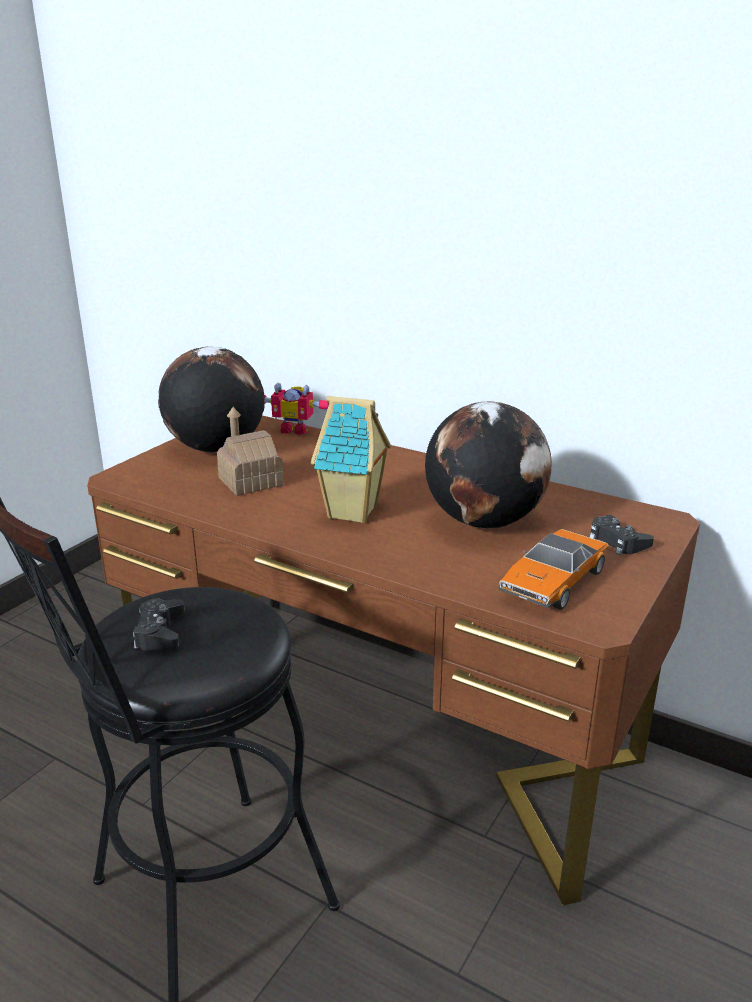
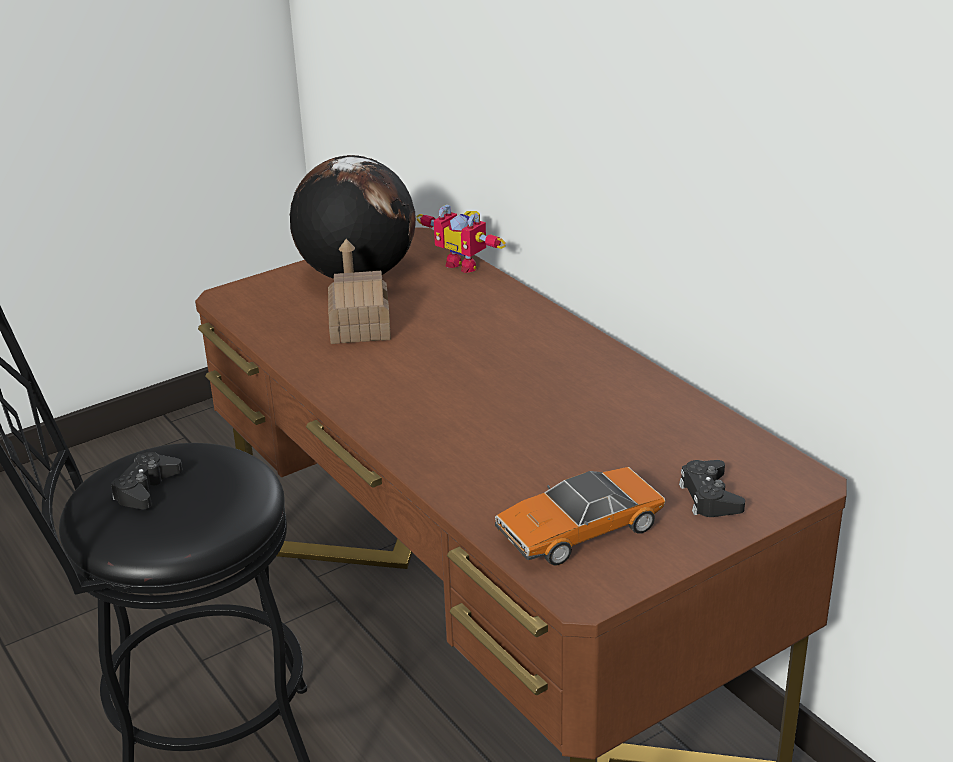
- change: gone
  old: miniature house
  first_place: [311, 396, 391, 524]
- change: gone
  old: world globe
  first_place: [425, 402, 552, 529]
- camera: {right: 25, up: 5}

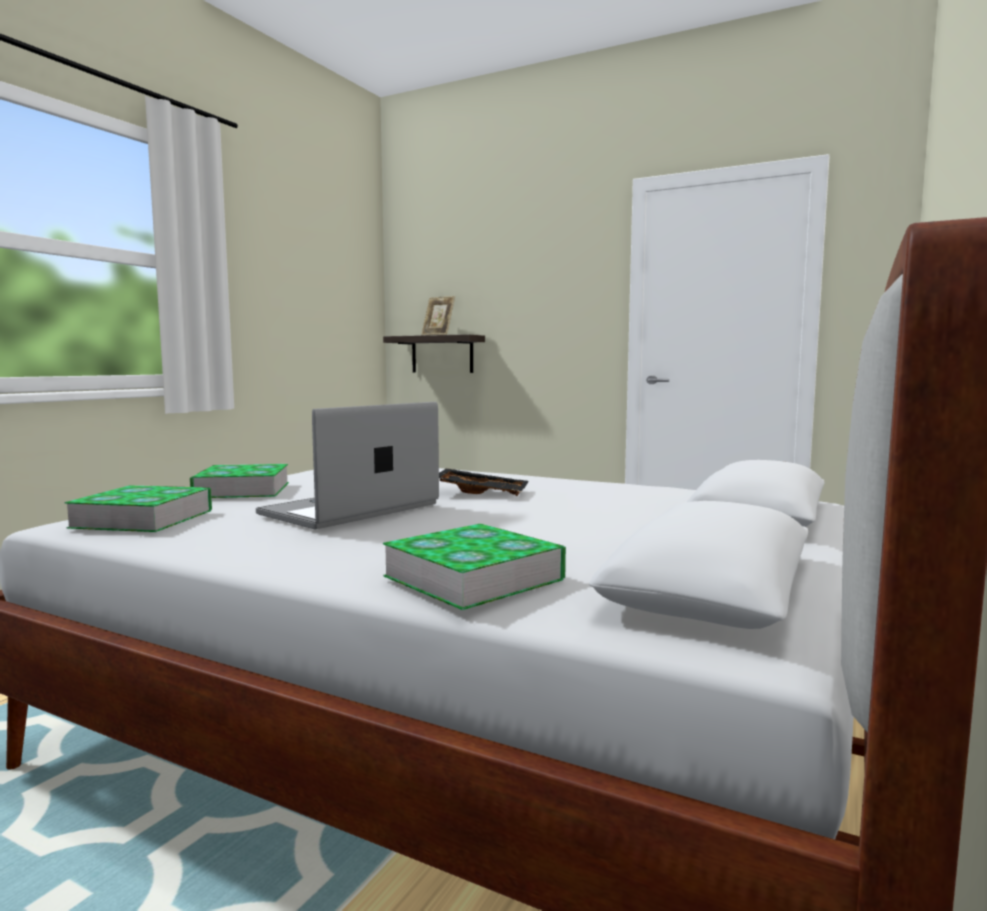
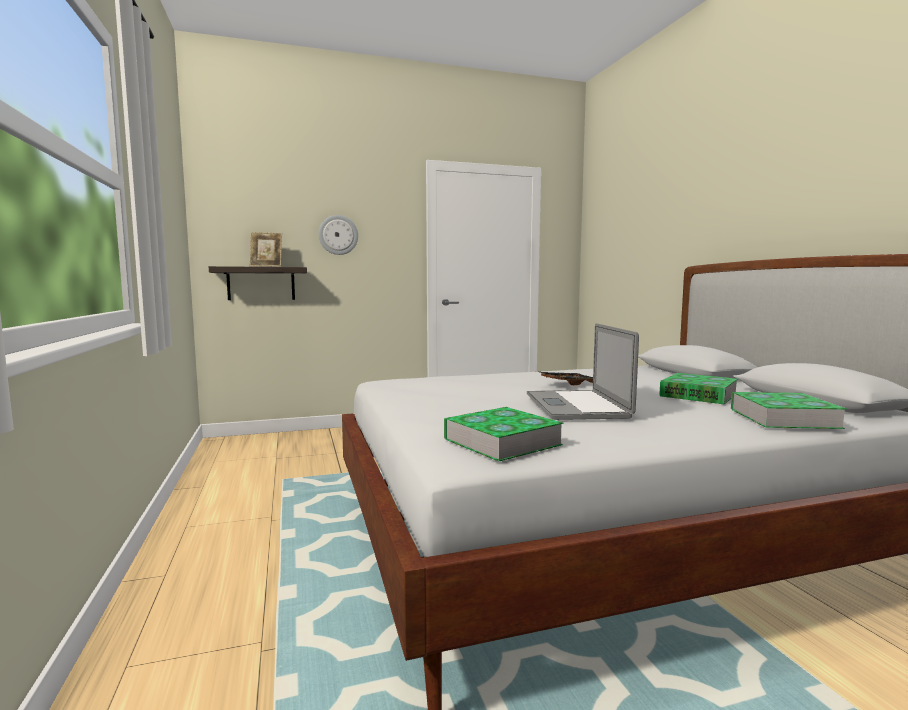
- change: new
  new: clock on the wall
  second_place: [319, 215, 358, 255]
- change: shifted
  old: book
  first_place: [190, 464, 289, 498]
  second_place: [659, 373, 738, 404]
- camera: {right: -45, up: 0}

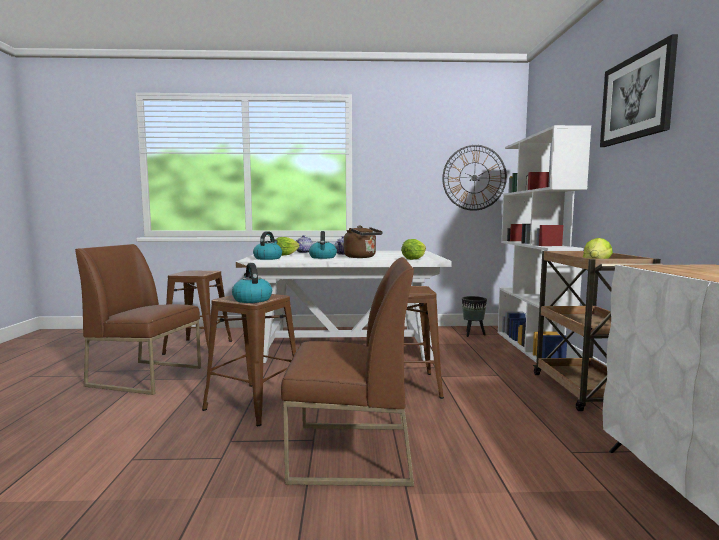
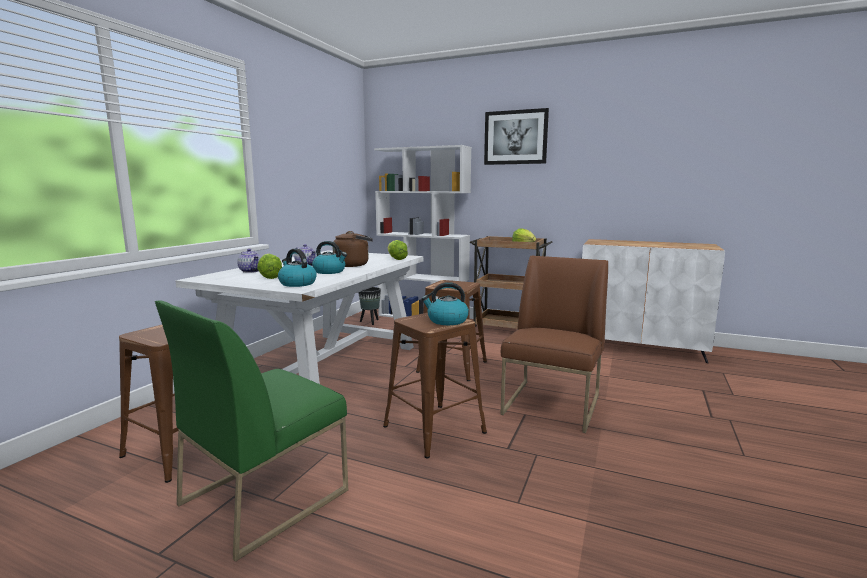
- change: gone
  old: clock on the wall
  first_place: [442, 145, 507, 211]
- change: repainted
  old: upright chair (brown-coloured)
  new: upright chair (green)
  first_place: [75, 244, 201, 395]
  second_place: [155, 300, 348, 562]
- camera: {right: -65, up: 5}

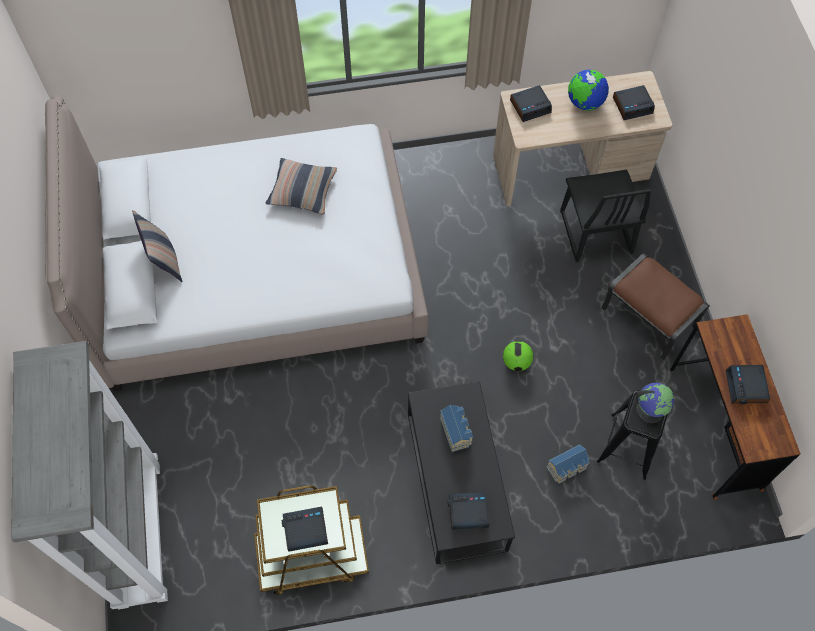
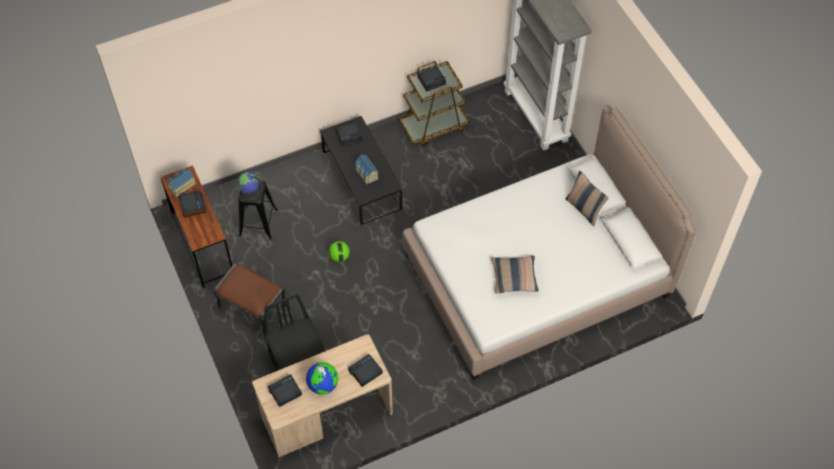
- change: shifted
  old: miniature house
  first_place: [546, 444, 589, 484]
  second_place: [167, 169, 196, 198]
- camera: {right: 165, up: -5}

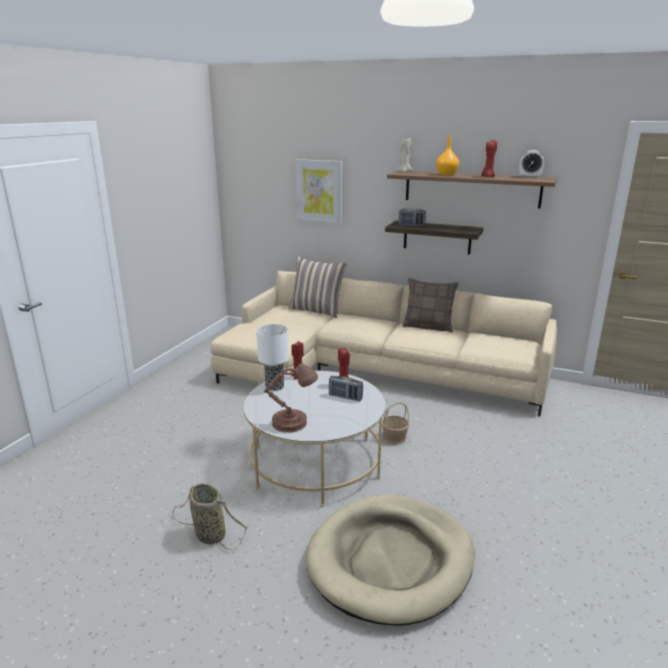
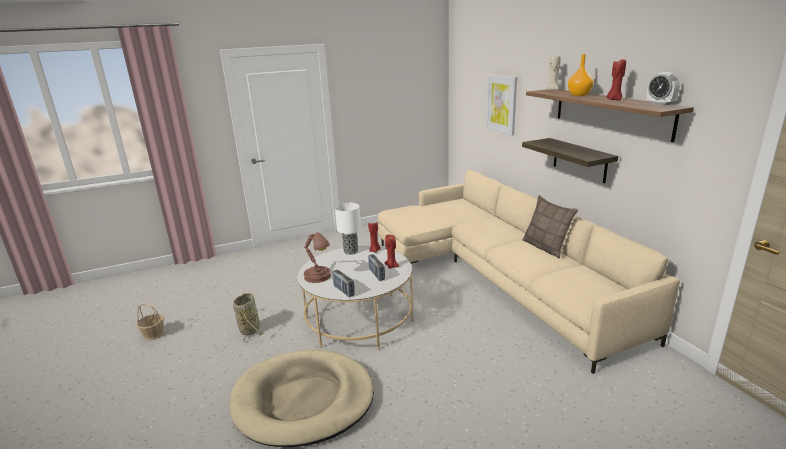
- change: gone
  old: throw pillow
  first_place: [289, 256, 347, 318]
- change: shifted
  old: basket
  first_place: [382, 402, 409, 445]
  second_place: [136, 303, 165, 340]
- change: shifted
  old: radio receiver
  first_place: [399, 208, 426, 226]
  second_place: [332, 270, 355, 297]
- camera: {right: 45, up: 0}

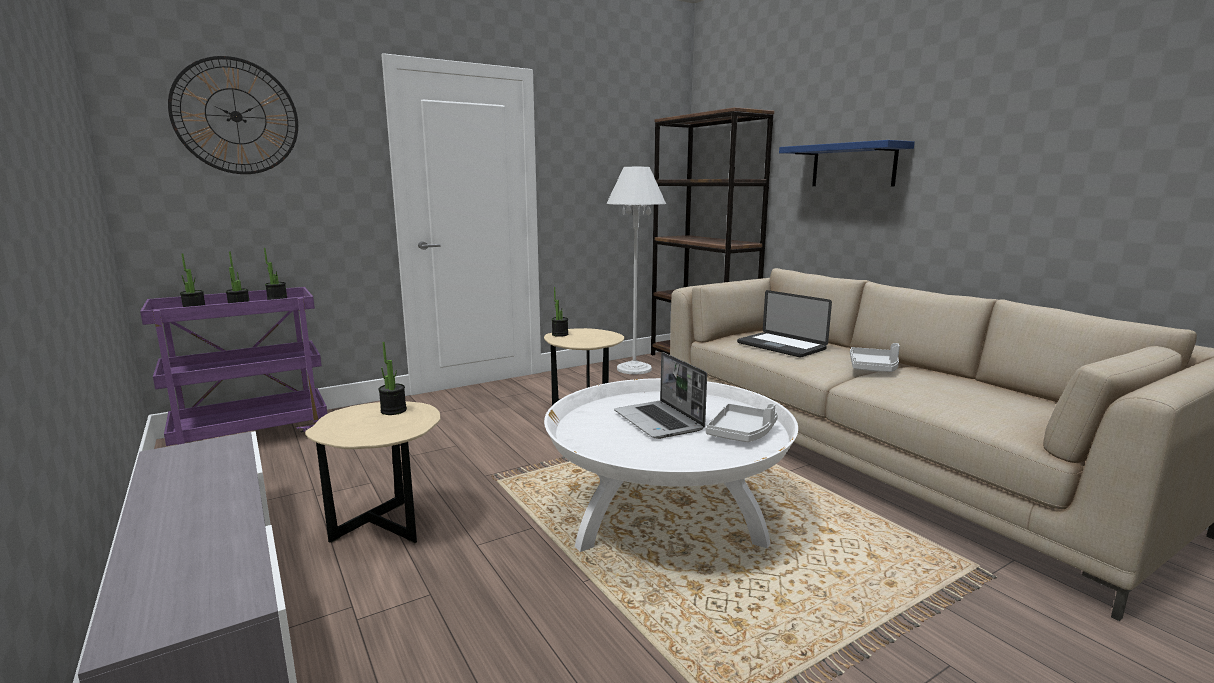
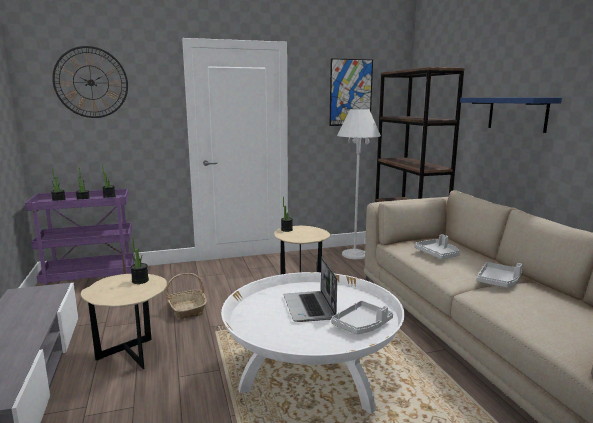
- change: new
  new: basket
  second_place: [165, 273, 207, 319]
- change: new
  new: picture
  second_place: [329, 58, 373, 126]
- change: swapped
  old: portable computer
  new: carrying tray (greyish)
  first_place: [737, 290, 832, 358]
  second_place: [414, 234, 460, 259]
- camera: {right: 15, up: 0}

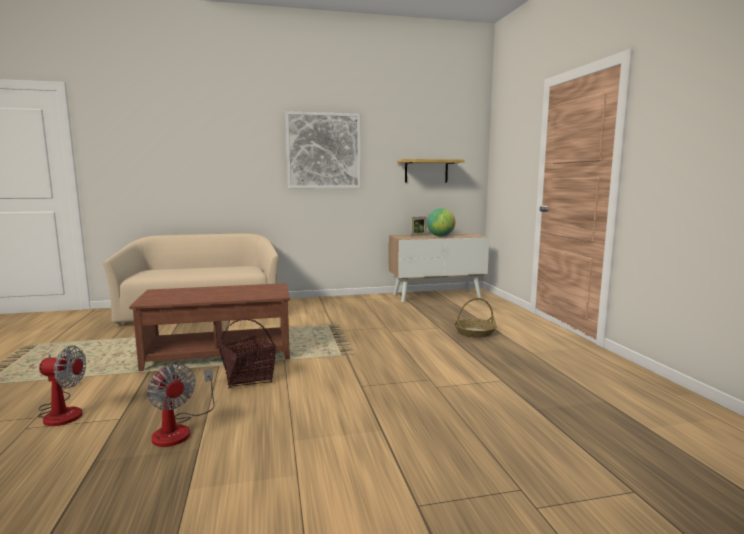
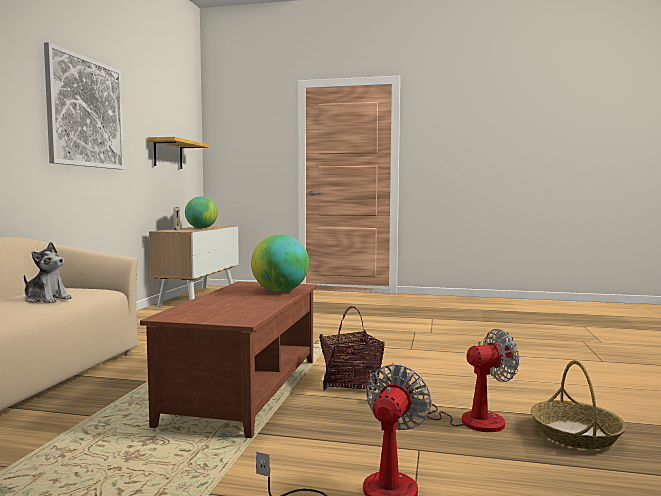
- change: new
  new: cuddly toy
  second_place: [24, 242, 72, 303]
- change: new
  new: world globe
  second_place: [251, 234, 309, 292]
- change: shifted
  old: basket
  first_place: [454, 298, 497, 338]
  second_place: [531, 360, 626, 449]
- camera: {right: -65, up: -5}

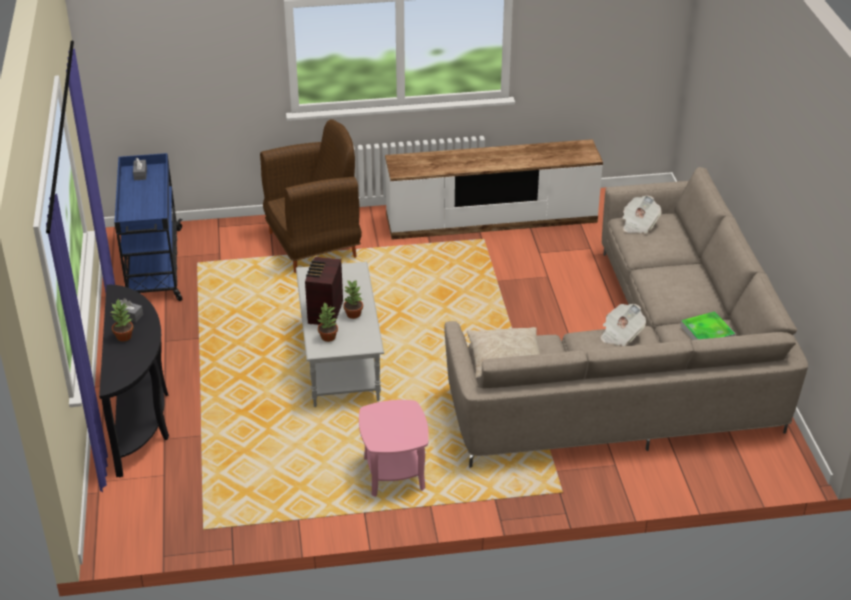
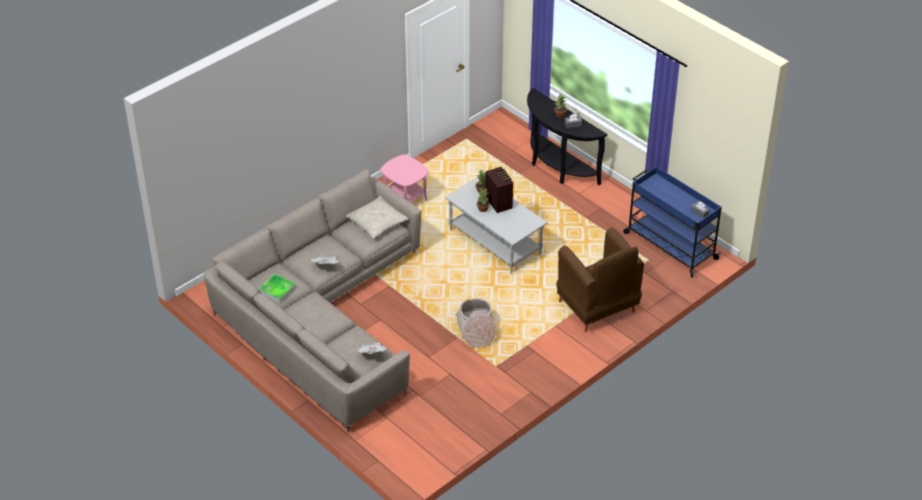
- change: gone
  old: media console
  first_place: [385, 139, 603, 240]
- change: new
  new: basket
  second_place: [455, 298, 496, 348]
- change: rotated
  old: lounge chair (brown-coloured)
  first_place: [260, 119, 362, 273]
  second_place: [556, 227, 644, 332]
  degrees: -60
- camera: {right: 145, up: 5}

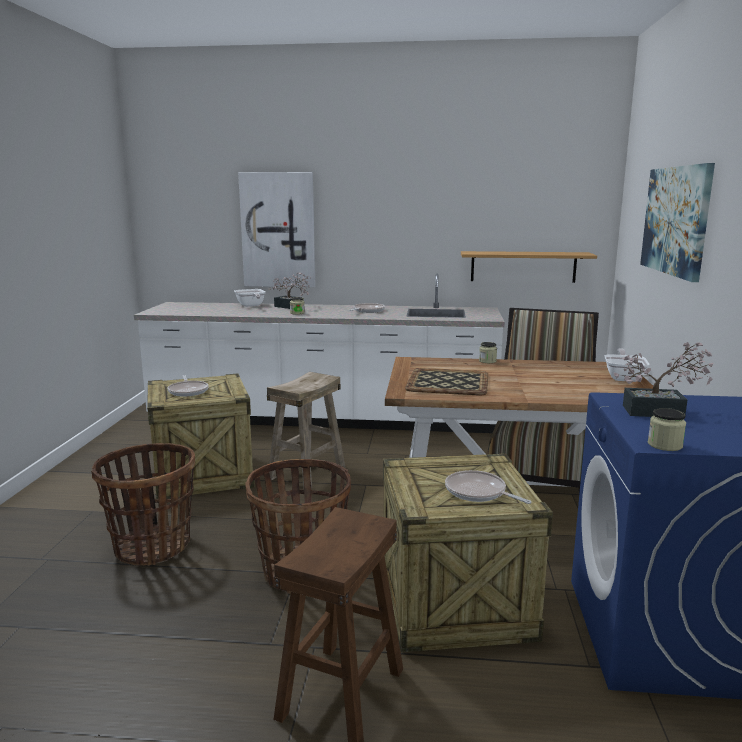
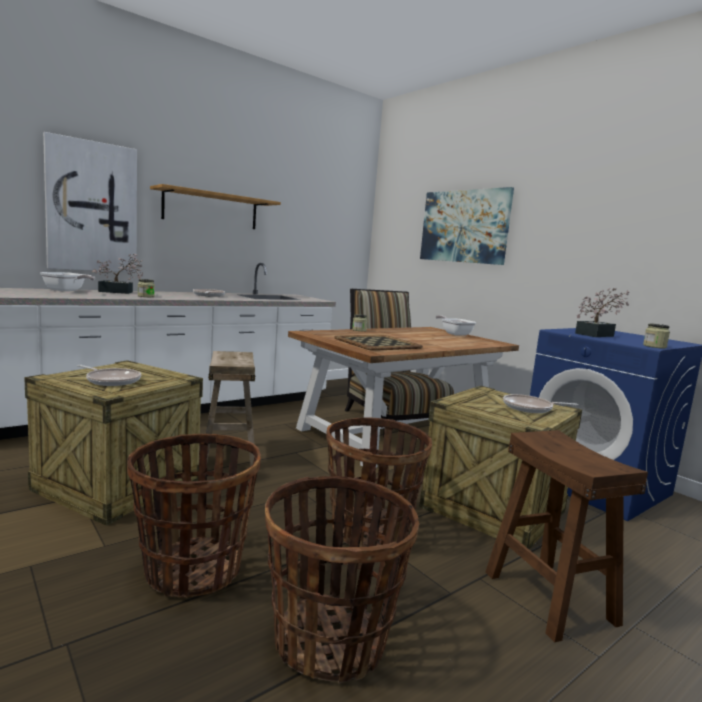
- change: new
  new: basket
  second_place: [265, 476, 419, 683]
- change: shifted
  old: shelf
  first_place: [461, 251, 597, 283]
  second_place: [150, 184, 281, 229]
- camera: {right: -45, up: -5}

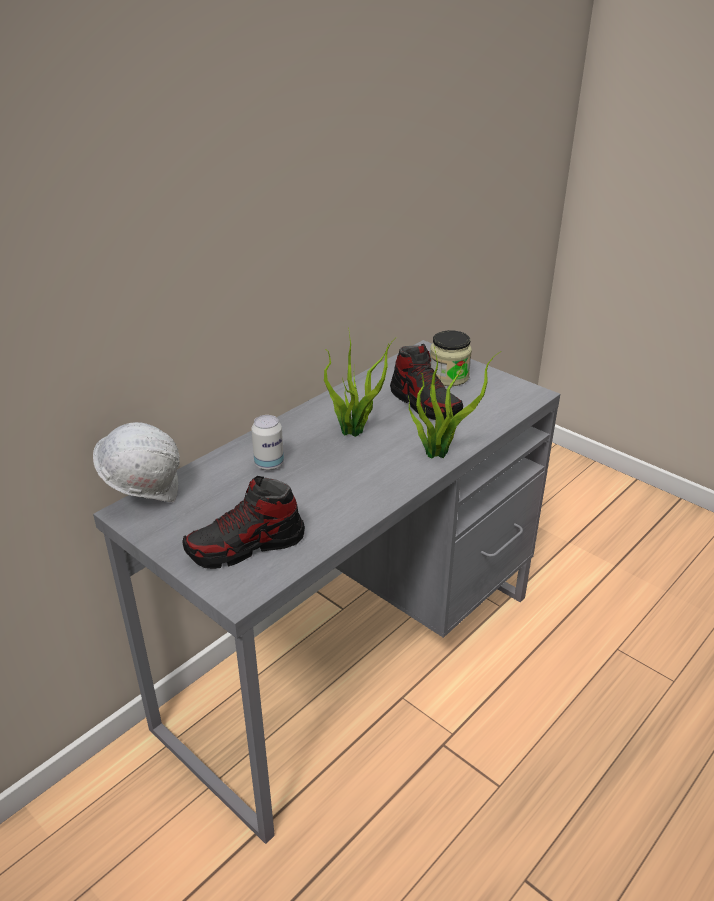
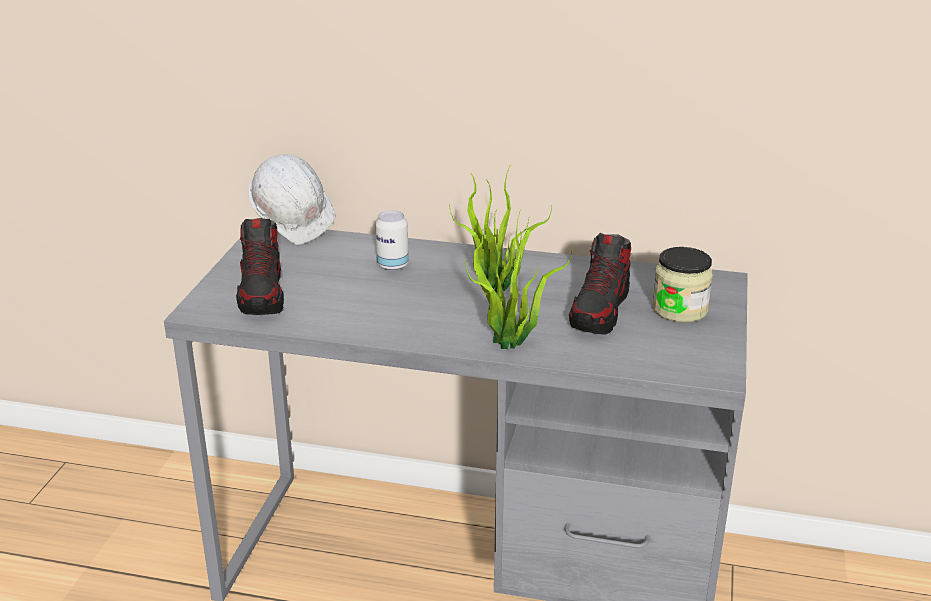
- change: rotated
  old: low shoe
  first_place: [182, 476, 305, 569]
  second_place: [236, 218, 284, 315]
  degrees: -135
- camera: {right: 60, up: -5}

